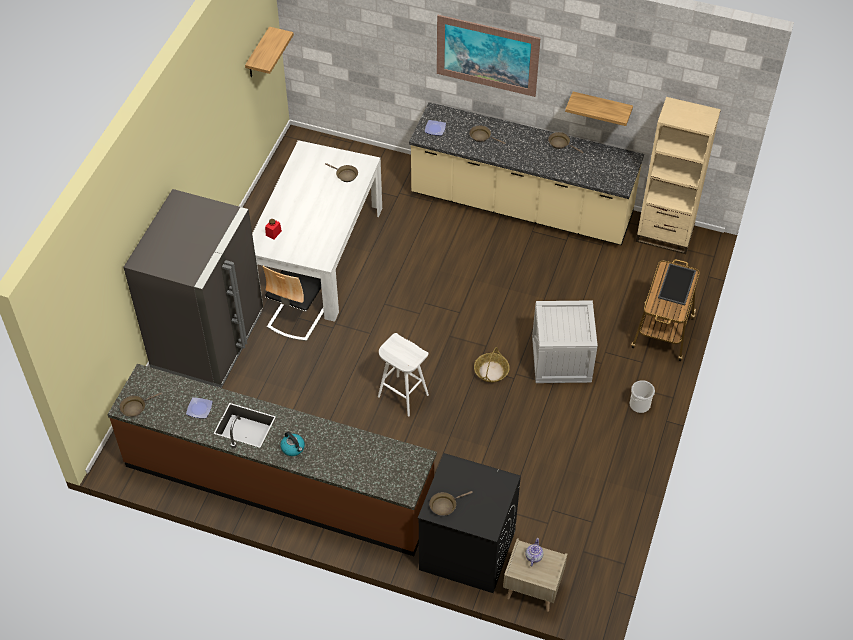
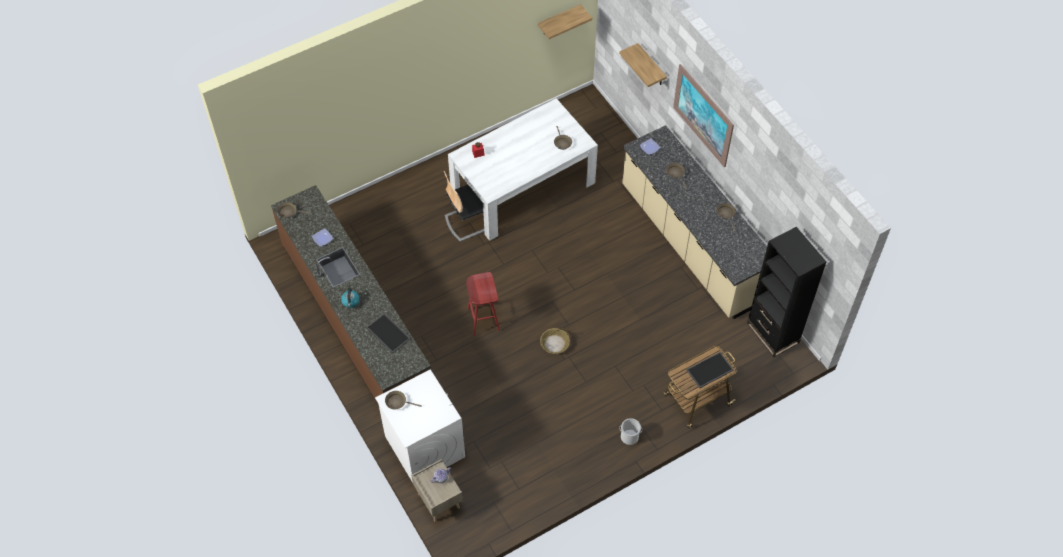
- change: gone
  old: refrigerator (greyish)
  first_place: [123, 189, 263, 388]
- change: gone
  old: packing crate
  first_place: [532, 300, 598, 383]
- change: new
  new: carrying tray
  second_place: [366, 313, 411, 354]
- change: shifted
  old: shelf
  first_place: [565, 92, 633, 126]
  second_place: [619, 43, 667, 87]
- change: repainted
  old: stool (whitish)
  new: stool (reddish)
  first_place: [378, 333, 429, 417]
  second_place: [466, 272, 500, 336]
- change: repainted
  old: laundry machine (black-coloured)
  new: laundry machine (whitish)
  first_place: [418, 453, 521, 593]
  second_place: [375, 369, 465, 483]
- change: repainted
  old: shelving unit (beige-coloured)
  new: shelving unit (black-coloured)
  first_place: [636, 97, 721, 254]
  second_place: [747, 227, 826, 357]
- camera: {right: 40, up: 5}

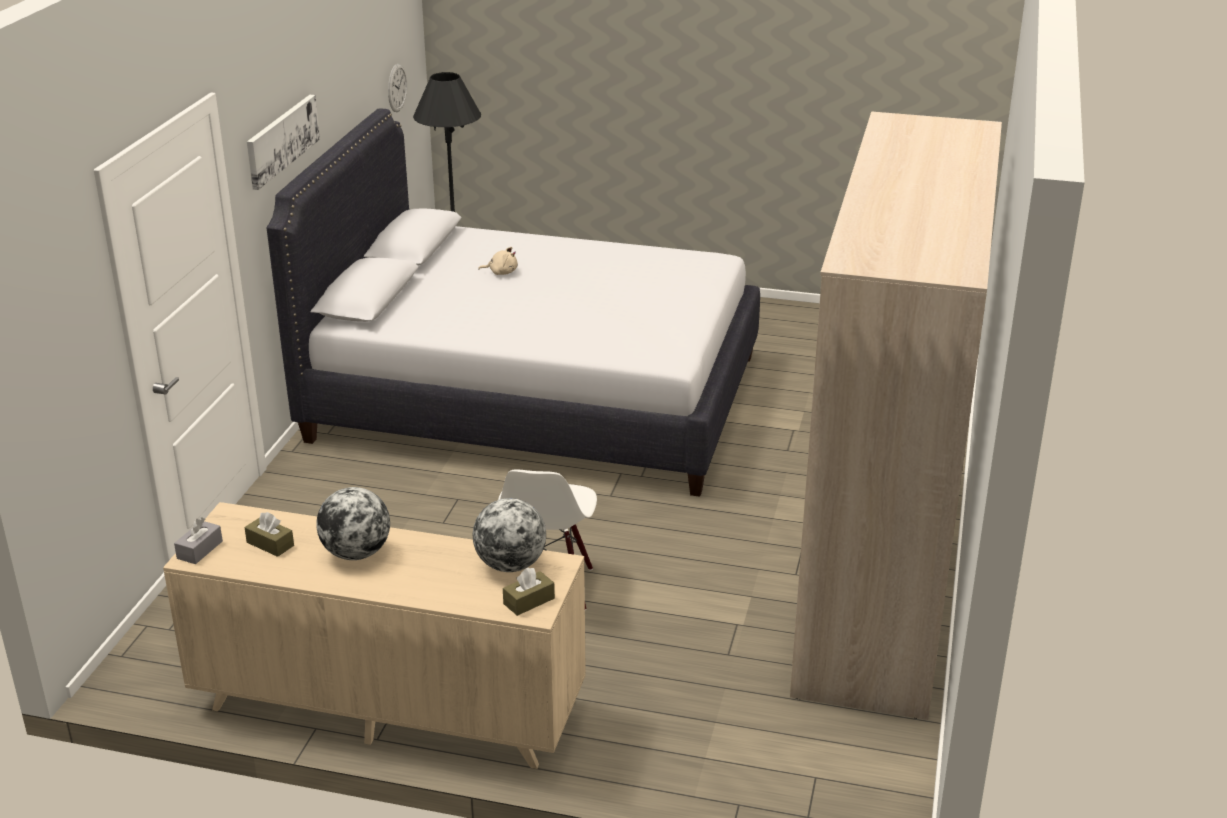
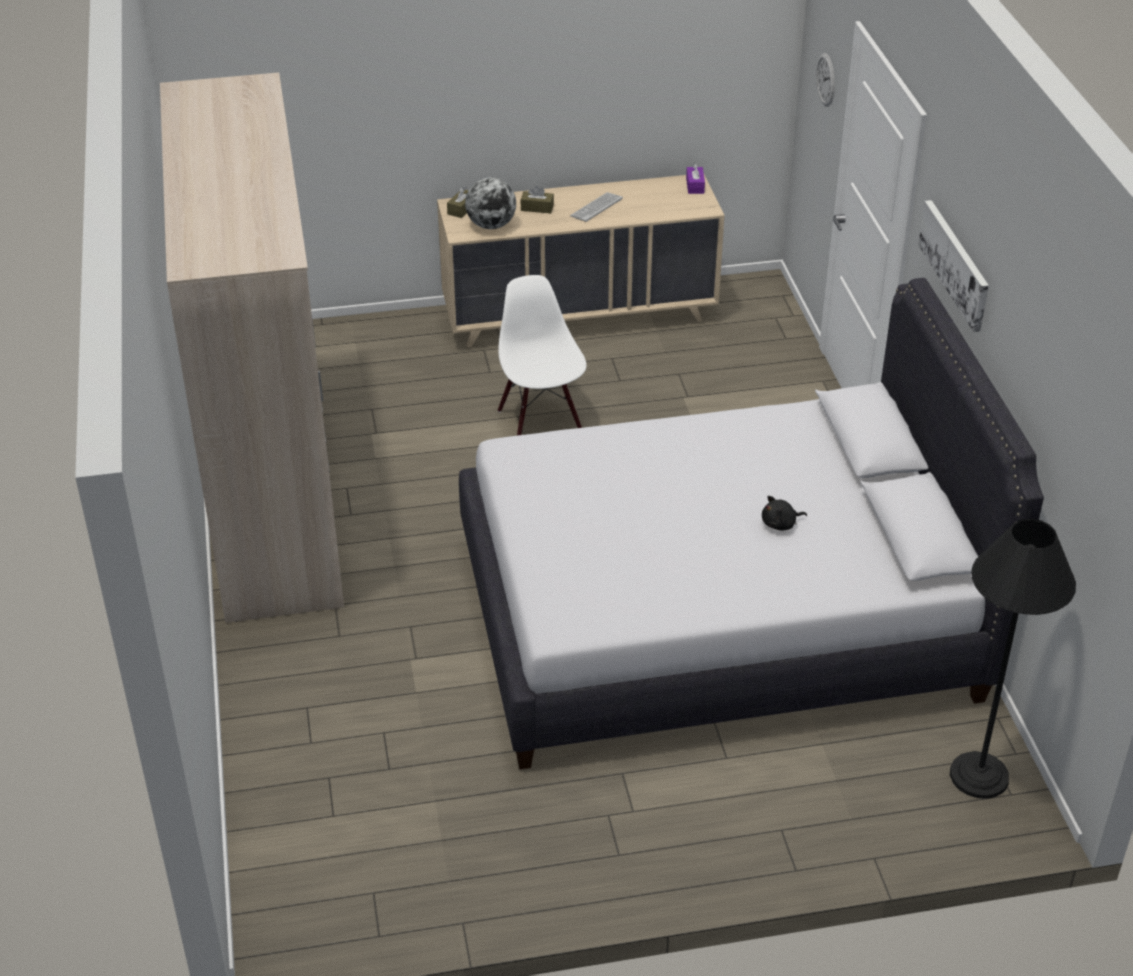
- change: shifted
  old: tissue holder (brown-coloured)
  first_place: [244, 512, 294, 557]
  second_place: [521, 186, 554, 213]
- change: shifted
  old: clock on the wall
  first_place: [388, 64, 407, 112]
  second_place: [817, 53, 835, 107]
- change: swapped
  old: world globe
  new: computer keyboard
  first_place: [316, 487, 390, 560]
  second_place: [570, 192, 623, 222]
- change: repainted
  old: tissue holder (greyish)
  new: tissue holder (purple-coloured)
  first_place: [174, 517, 223, 564]
  second_place: [686, 163, 705, 194]
- change: repainted
  old: cuddly toy (beige-coloured)
  new: cuddly toy (black-coloured)
  first_place: [478, 247, 518, 275]
  second_place: [762, 496, 807, 531]
- camera: {right: 155, up: 10}

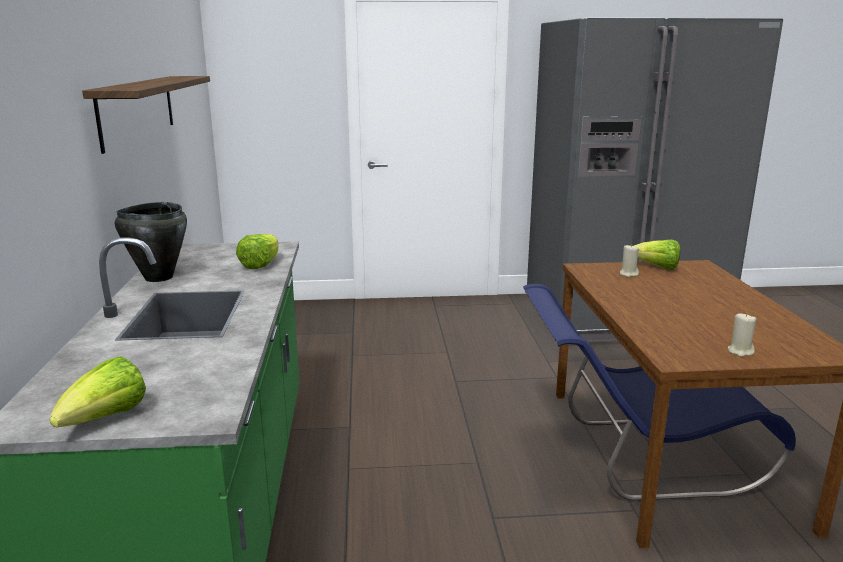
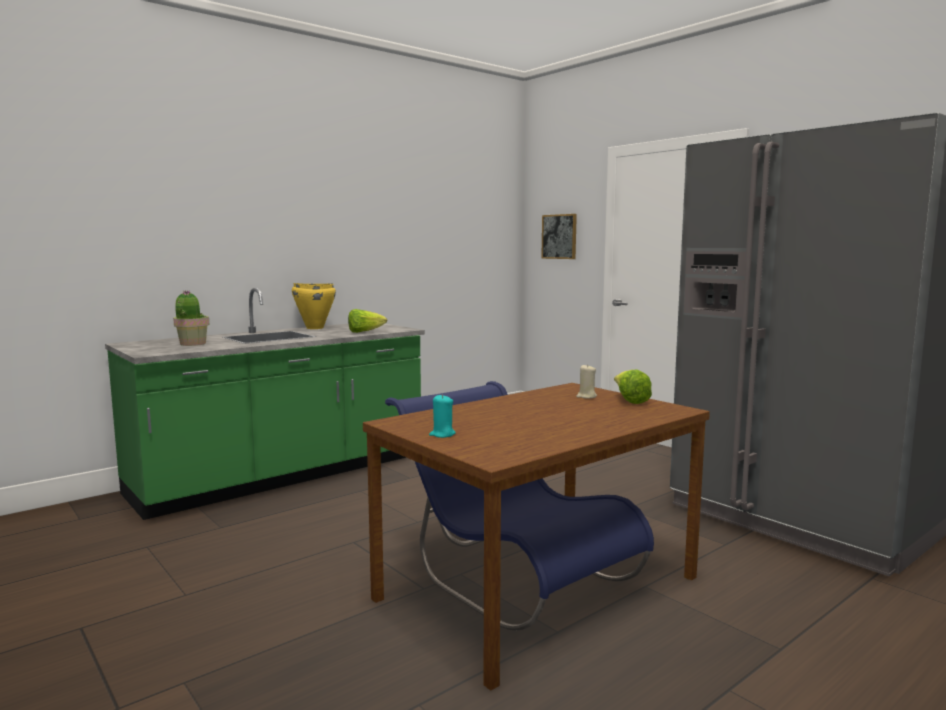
- change: gone
  old: lettuce head
  first_place: [50, 356, 146, 427]
- change: gone
  old: shelf
  first_place: [82, 76, 210, 154]
- change: new
  new: potted plant
  second_place: [173, 290, 210, 346]
- change: new
  new: picture
  second_place: [541, 214, 577, 259]
- change: repainted
  old: stockpot (black-coloured)
  new: stockpot (yellow)
  first_place: [115, 202, 187, 282]
  second_place: [292, 283, 336, 329]
- change: repainted
  old: wax light (beige-coloured)
  new: wax light (turquoise)
  first_place: [728, 314, 756, 357]
  second_place: [429, 394, 456, 438]
- camera: {right: 55, up: -10}

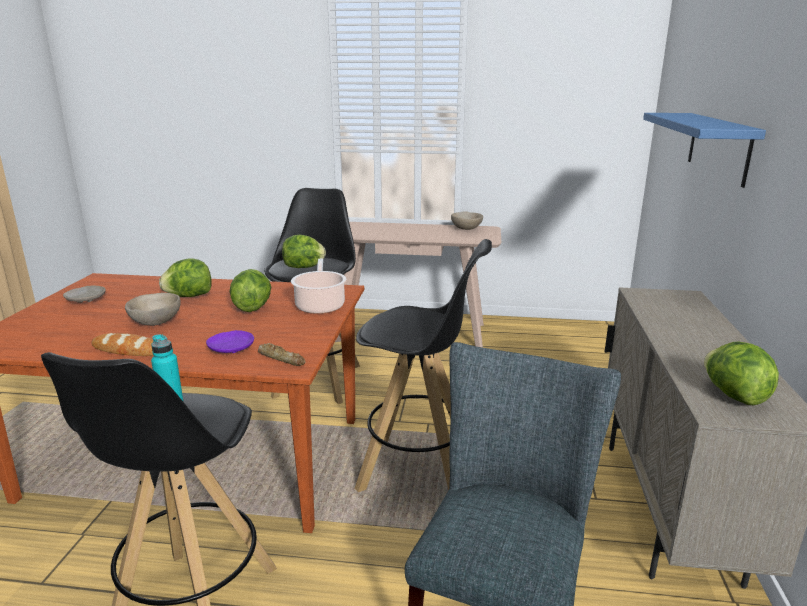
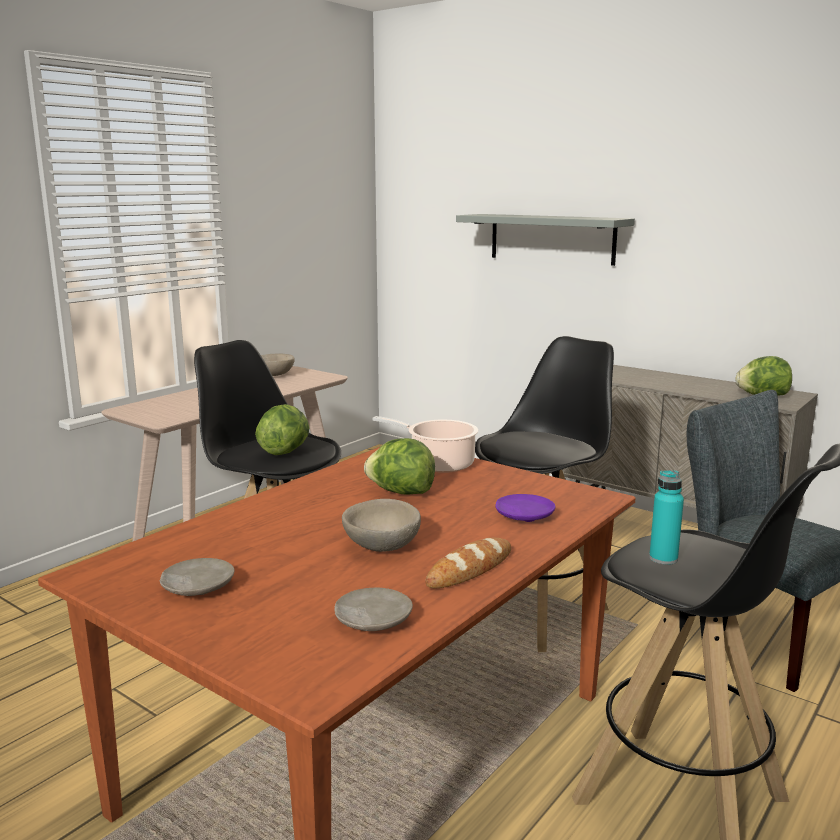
- change: gone
  old: lettuce head
  first_place: [159, 258, 211, 297]
- change: gone
  old: baked bread
  first_place: [258, 343, 306, 366]
- change: new
  new: flat dish (beige-coloured)
  second_place: [335, 588, 413, 631]
- change: repainted
  old: shelf (blue)
  new: shelf (greyish)
  first_place: [643, 113, 766, 188]
  second_place: [456, 214, 635, 266]
- camera: {right: -60, up: -5}

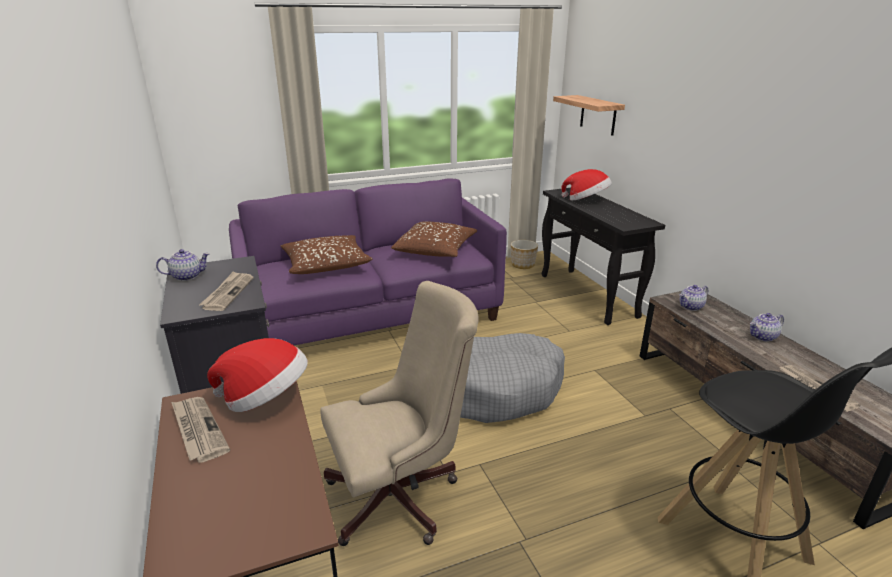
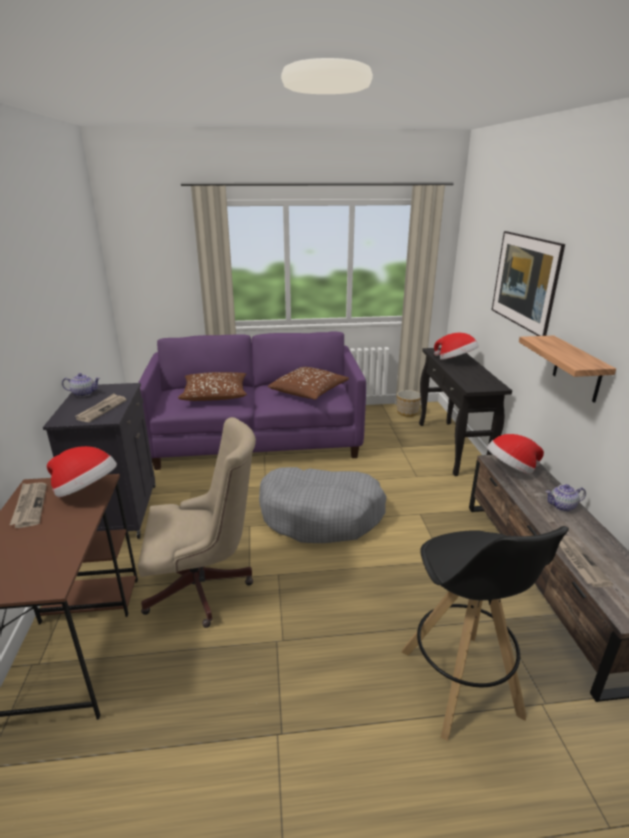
- change: new
  new: picture
  second_place: [492, 231, 565, 336]
- change: shifted
  old: shelf
  first_place: [553, 95, 625, 136]
  second_place: [519, 335, 616, 403]
- change: swapped
  old: pot for tea
  new: clothing hat
  first_place: [680, 285, 708, 311]
  second_place: [487, 434, 544, 474]
- camera: {right: 15, up: 0}

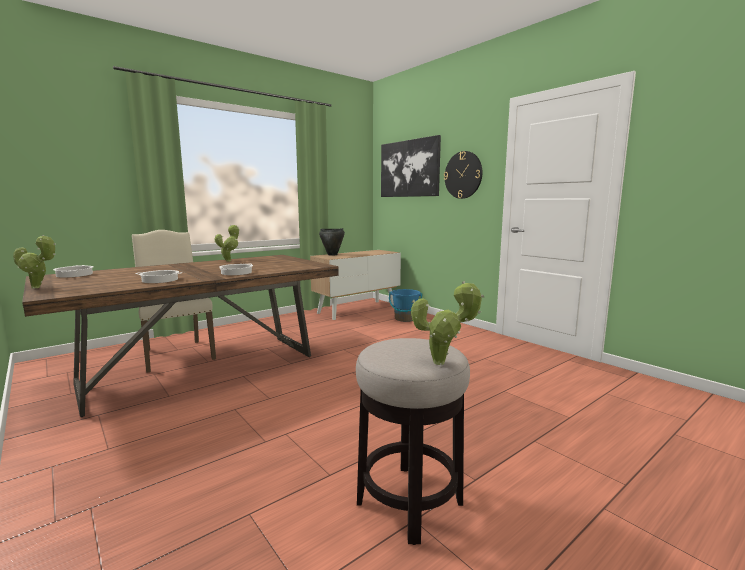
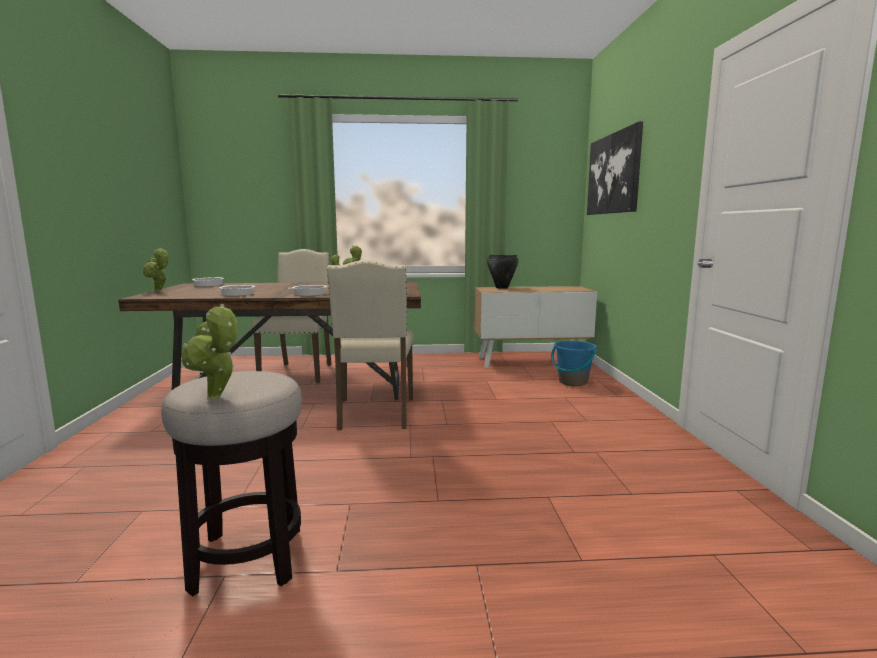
- change: gone
  old: clock on the wall
  first_place: [444, 151, 482, 199]
- change: new
  new: upright chair (beige-coloured)
  second_place: [327, 260, 413, 430]
- camera: {right: 35, up: 0}

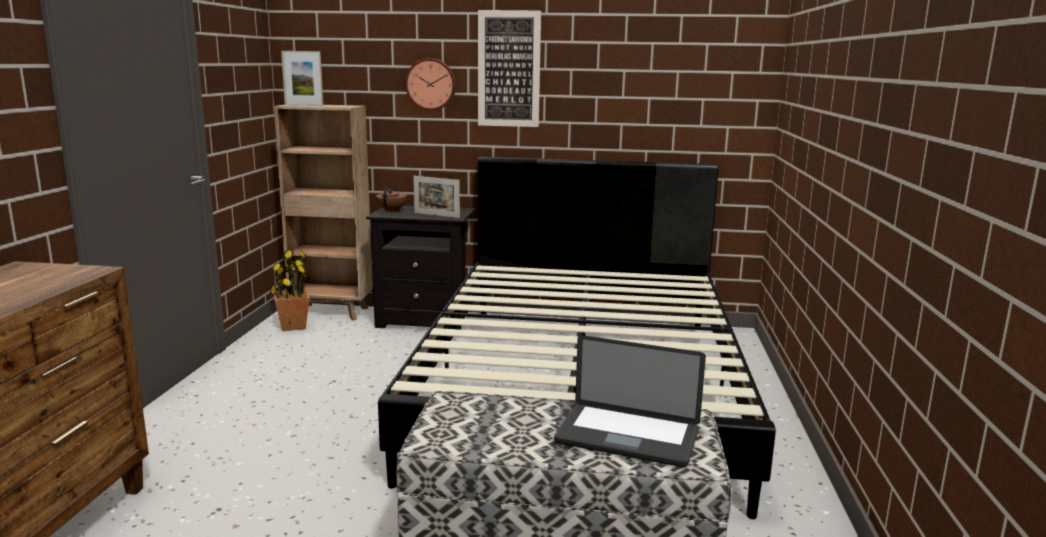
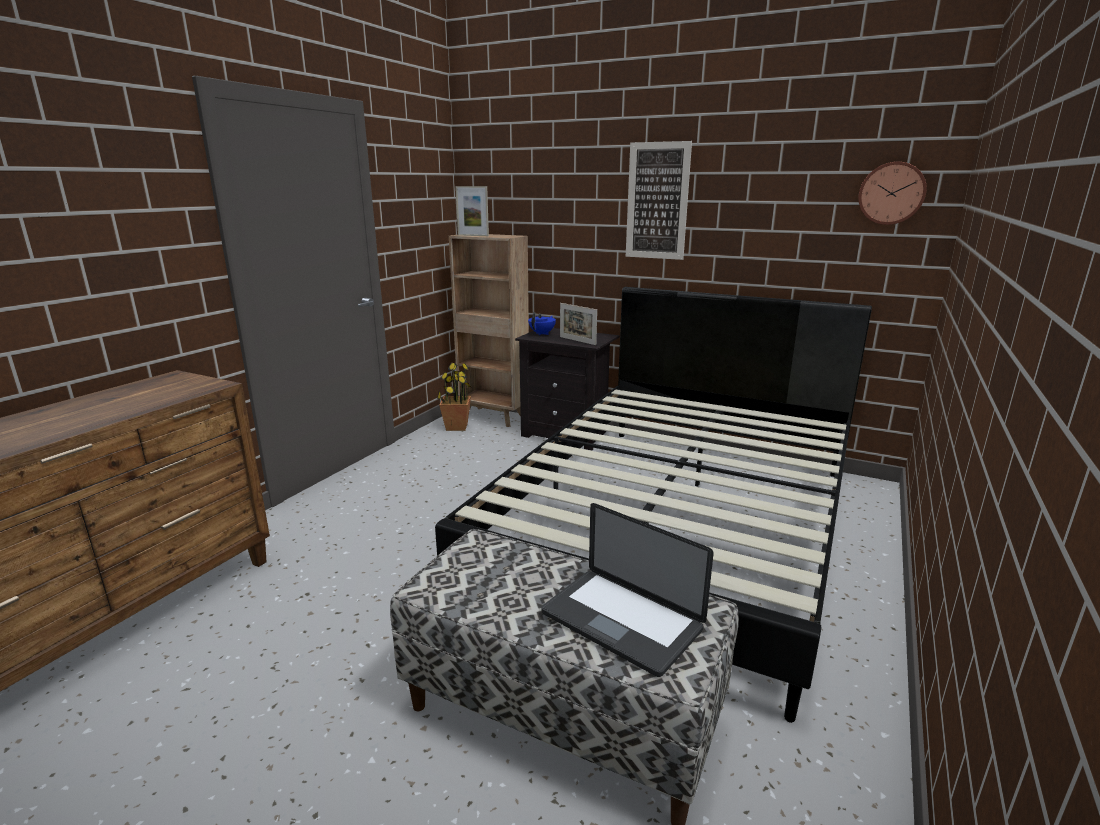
- change: shifted
  old: clock on the wall
  first_place: [405, 58, 456, 111]
  second_place: [858, 162, 927, 225]
- change: repainted
  old: pot for tea (brown-coloured)
  new: pot for tea (blue)
  first_place: [376, 187, 407, 213]
  second_place: [528, 312, 556, 335]
- camera: {right: 20, up: 5}

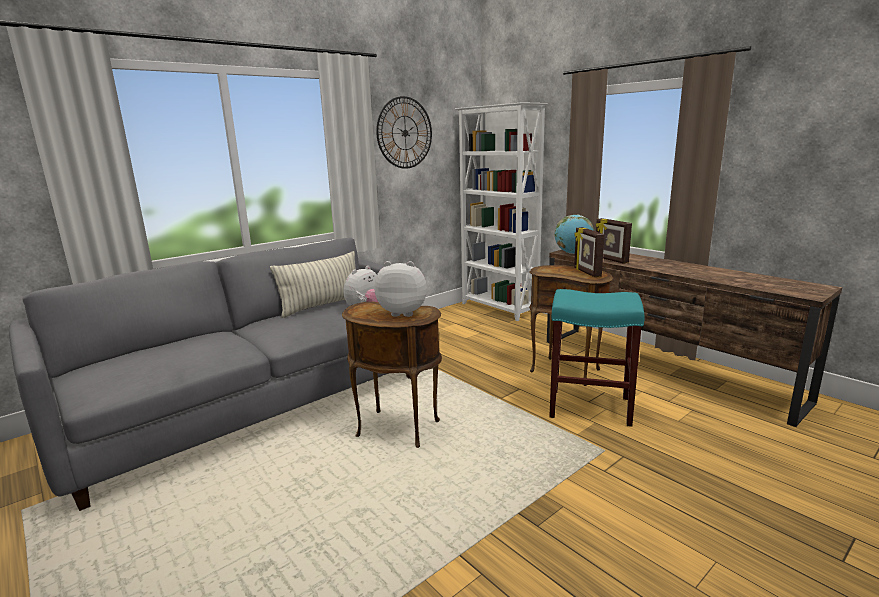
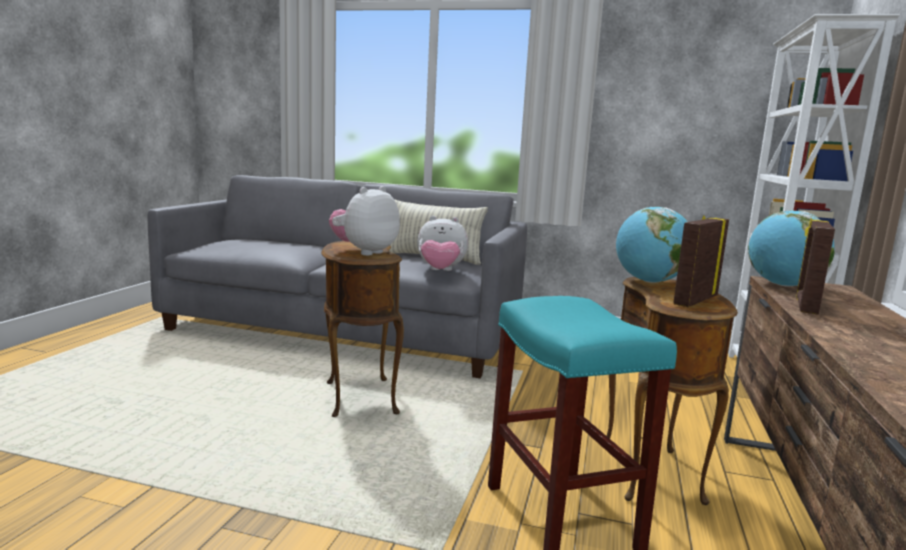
- change: gone
  old: clock on the wall
  first_place: [376, 96, 432, 169]
- change: new
  new: world globe
  second_place: [616, 207, 688, 283]
- change: rotated
  old: cuddly toy
  first_place: [374, 261, 427, 317]
  second_place: [329, 186, 400, 256]
  degrees: -120
- camera: {right: 55, up: -5}

